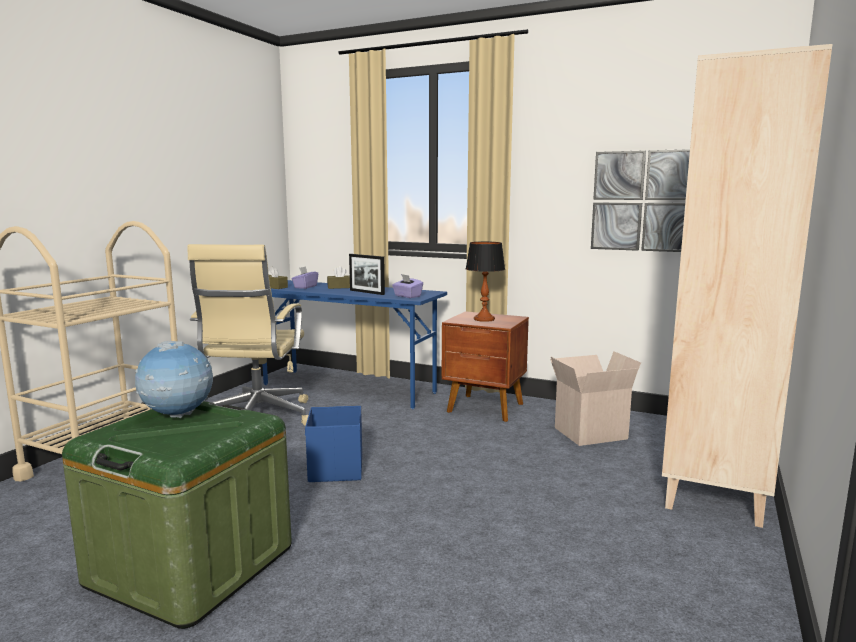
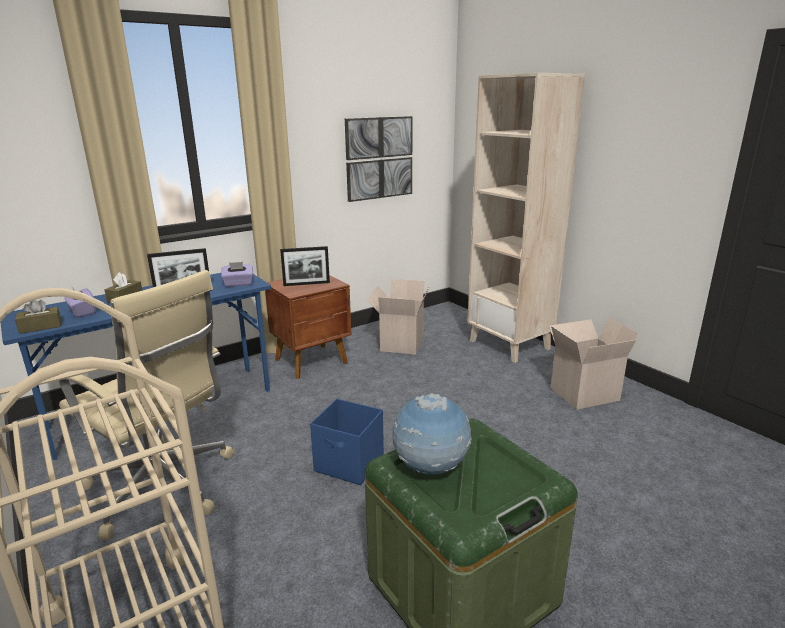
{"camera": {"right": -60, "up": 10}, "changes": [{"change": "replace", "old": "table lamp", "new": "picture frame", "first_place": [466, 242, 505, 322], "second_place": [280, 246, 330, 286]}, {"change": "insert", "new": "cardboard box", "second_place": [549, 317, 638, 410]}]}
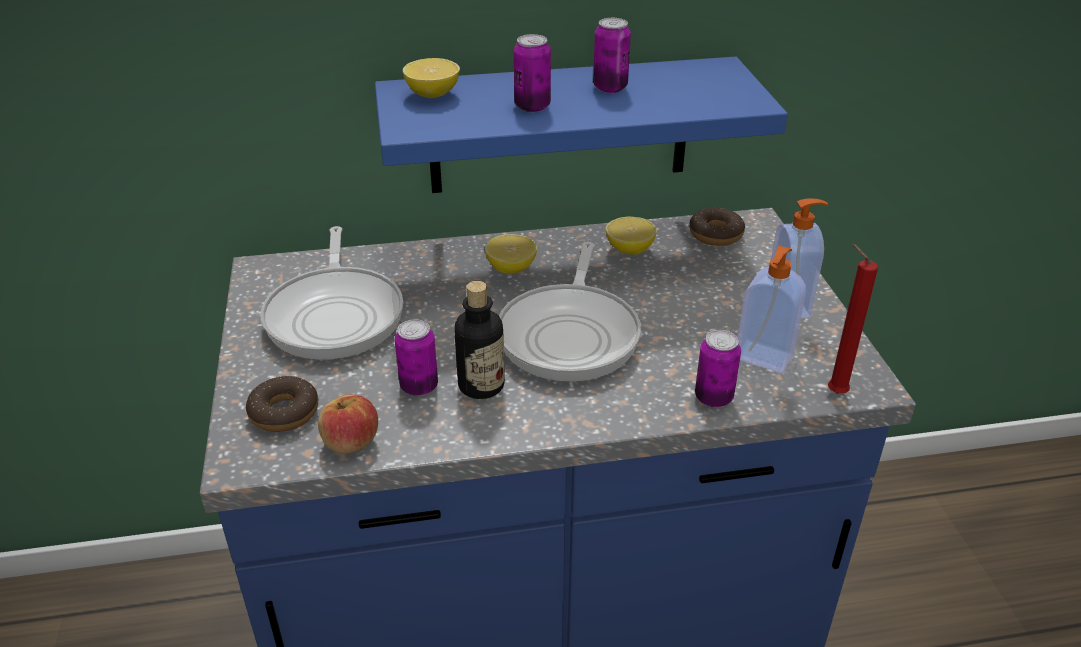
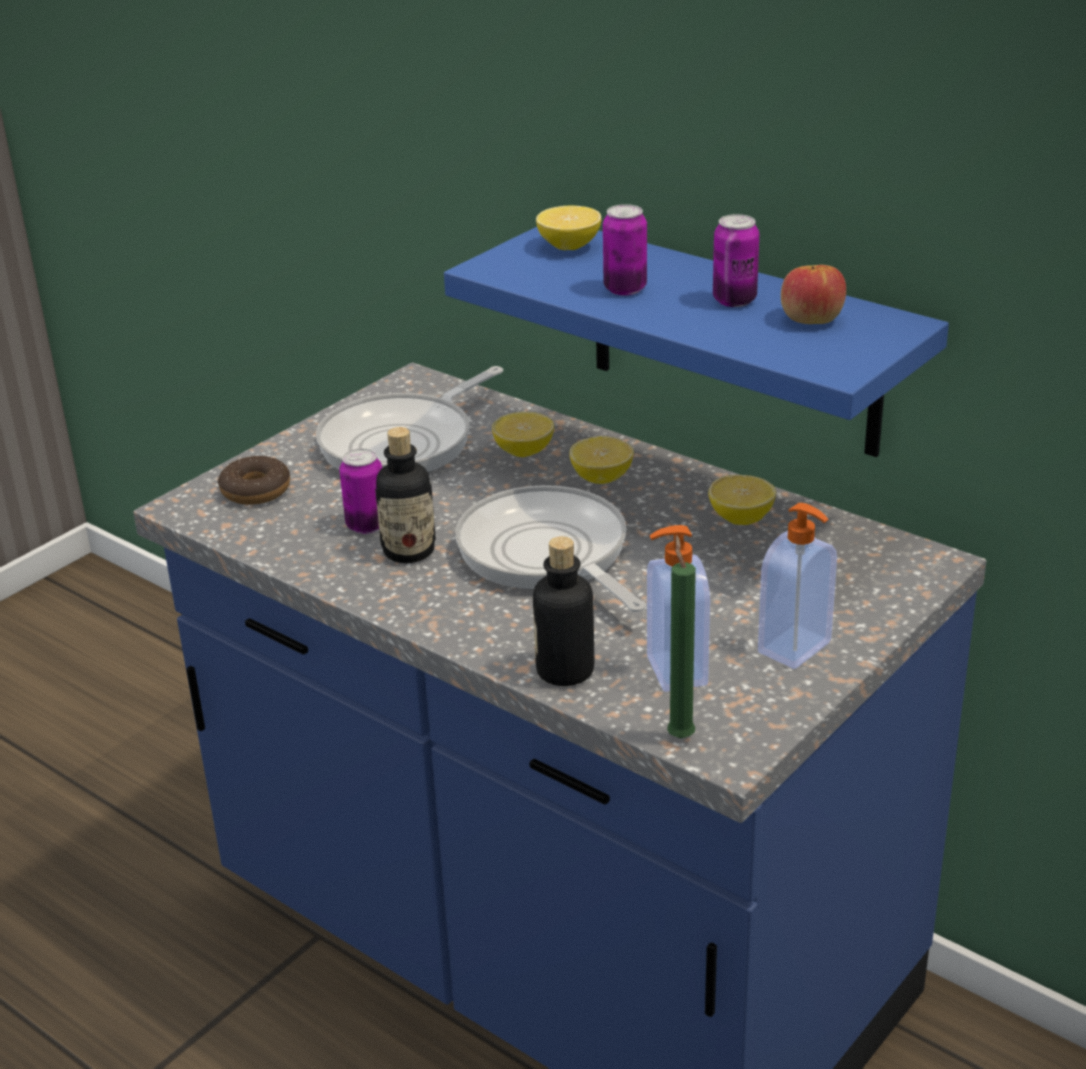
{"camera": {"right": 50, "up": -5}, "changes": [{"change": "delete", "old": "doughnut", "first_place": [689, 207, 745, 246]}, {"change": "rotate", "old": "pan", "first_place": [499, 242, 641, 381], "second_place": [455, 485, 646, 612], "degrees": 90}, {"change": "recolor", "old": "wax candle/red-coloured", "new": "wax candle/green", "first_place": [828, 244, 878, 394], "second_place": [667, 535, 696, 738]}, {"change": "replace", "old": "metal can", "new": "bottle", "first_place": [695, 330, 741, 407], "second_place": [533, 536, 594, 686]}, {"change": "move", "old": "apple", "first_place": [318, 394, 378, 454], "second_place": [781, 265, 846, 324]}, {"change": "insert", "new": "citrus fruit", "second_place": [492, 412, 554, 457]}]}
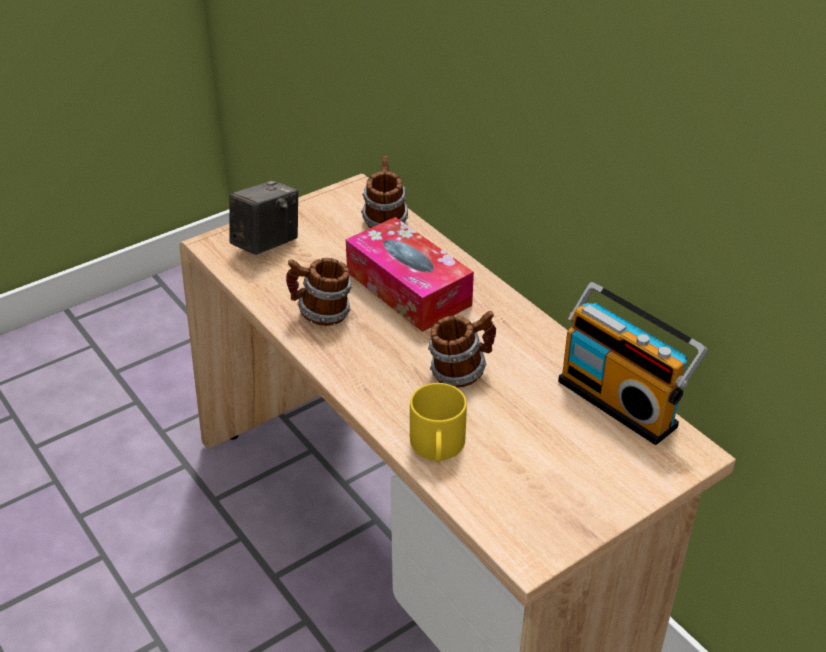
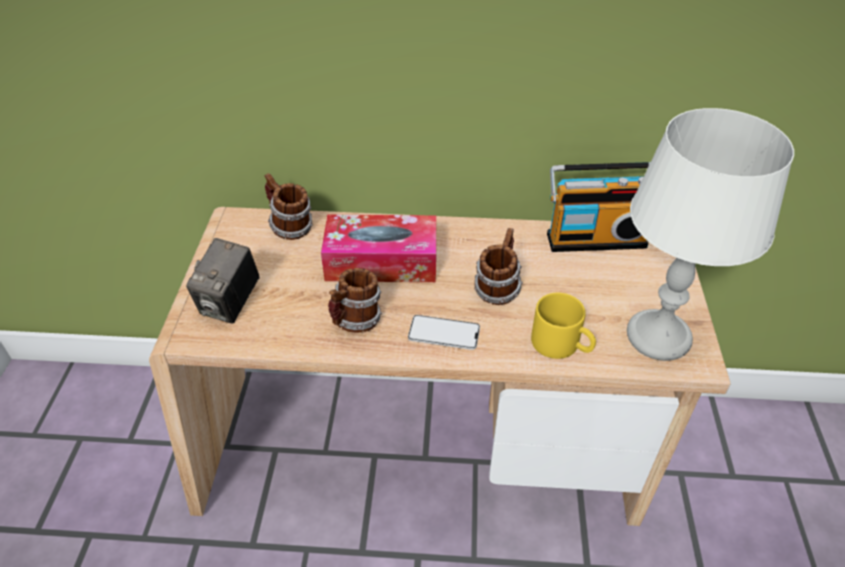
{"camera": {"right": -50, "up": 5}, "changes": [{"change": "rotate", "old": "still camera", "first_place": [229, 181, 298, 255], "second_place": [186, 238, 260, 324], "degrees": -150}, {"change": "insert", "new": "table lamp/white", "second_place": [627, 108, 794, 361]}, {"change": "insert", "new": "phone", "second_place": [408, 315, 480, 350]}]}
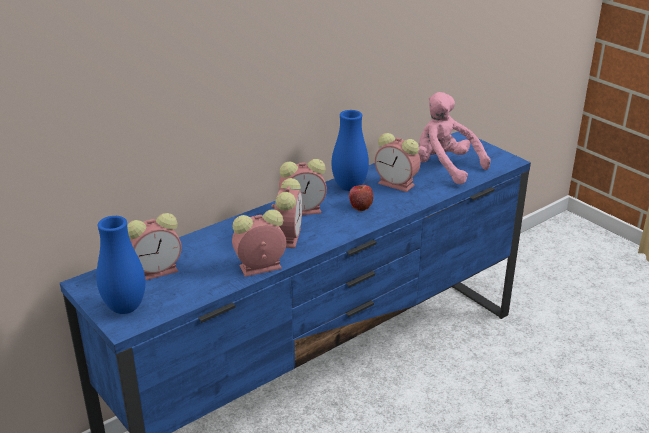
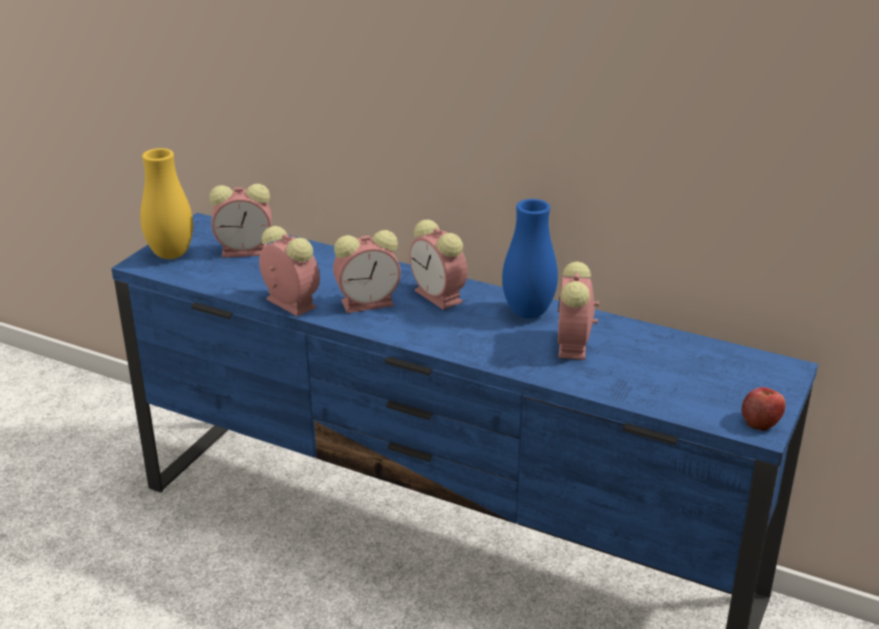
{"camera": {"right": 65, "up": 0}, "changes": [{"change": "delete", "old": "soft toy/pinkish", "first_place": [418, 92, 491, 185]}, {"change": "move", "old": "apple", "first_place": [349, 185, 373, 211], "second_place": [741, 387, 786, 431]}, {"change": "rotate", "old": "bedside clock", "first_place": [127, 213, 182, 280], "second_place": [209, 184, 272, 258], "degrees": -45}, {"change": "recolor", "old": "flower vase/bluish", "new": "flower vase/yellowish", "first_place": [96, 216, 145, 314], "second_place": [140, 148, 193, 259]}]}
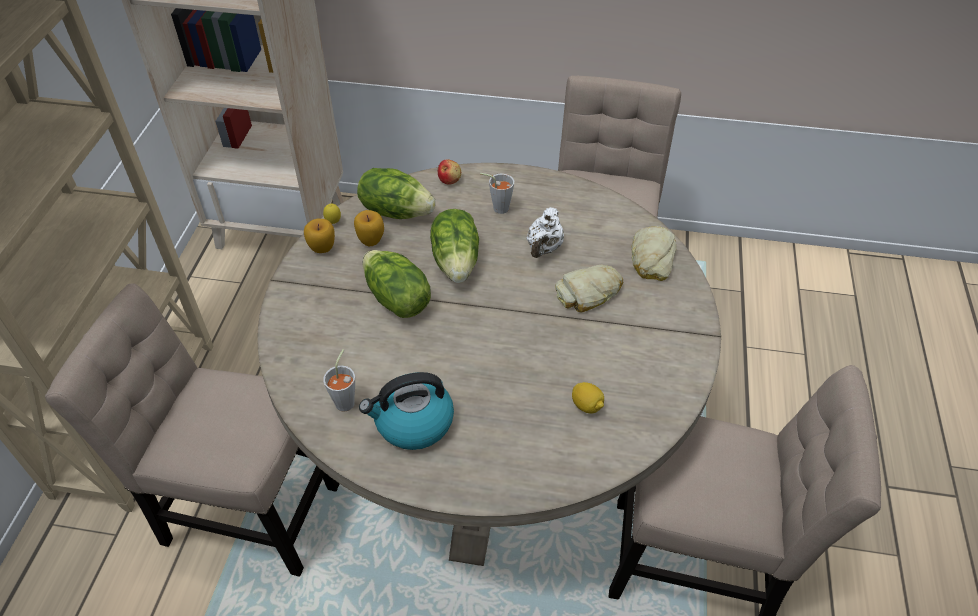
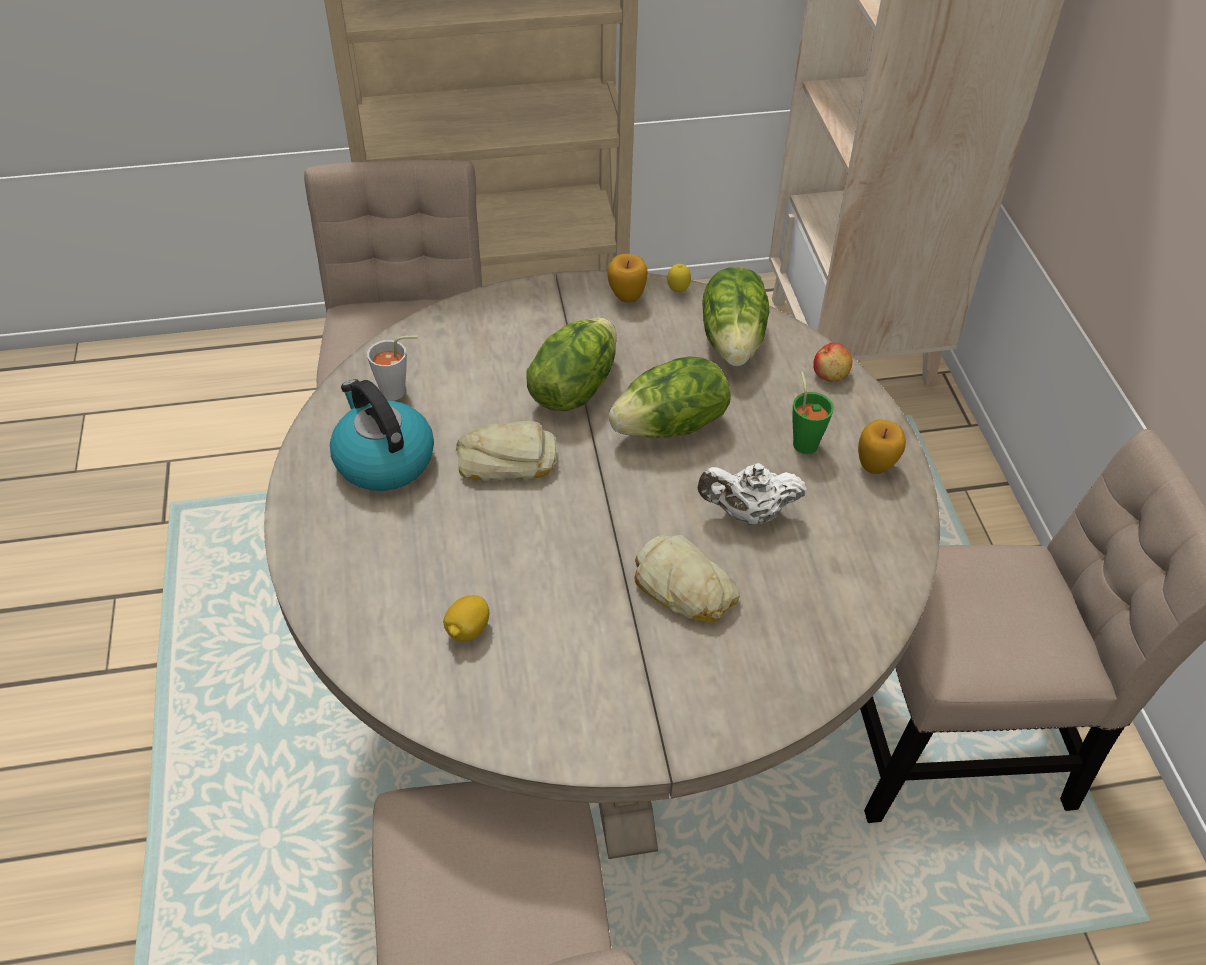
{"camera": {"right": 70, "up": 0}, "changes": [{"change": "recolor", "old": "small cup/greyish", "new": "small cup/green", "first_place": [480, 173, 514, 214], "second_place": [792, 371, 834, 454]}, {"change": "move", "old": "apple", "first_place": [354, 210, 384, 246], "second_place": [858, 420, 906, 474]}, {"change": "move", "old": "baked bread", "first_place": [631, 226, 677, 281], "second_place": [456, 421, 556, 481]}]}
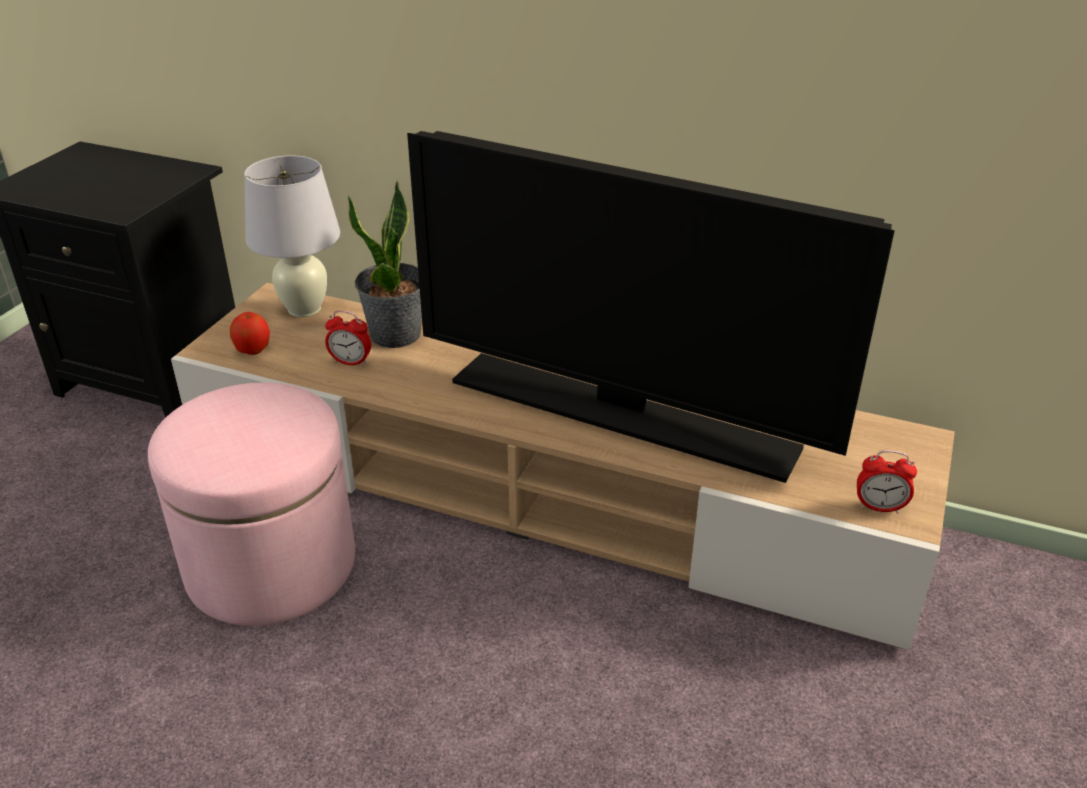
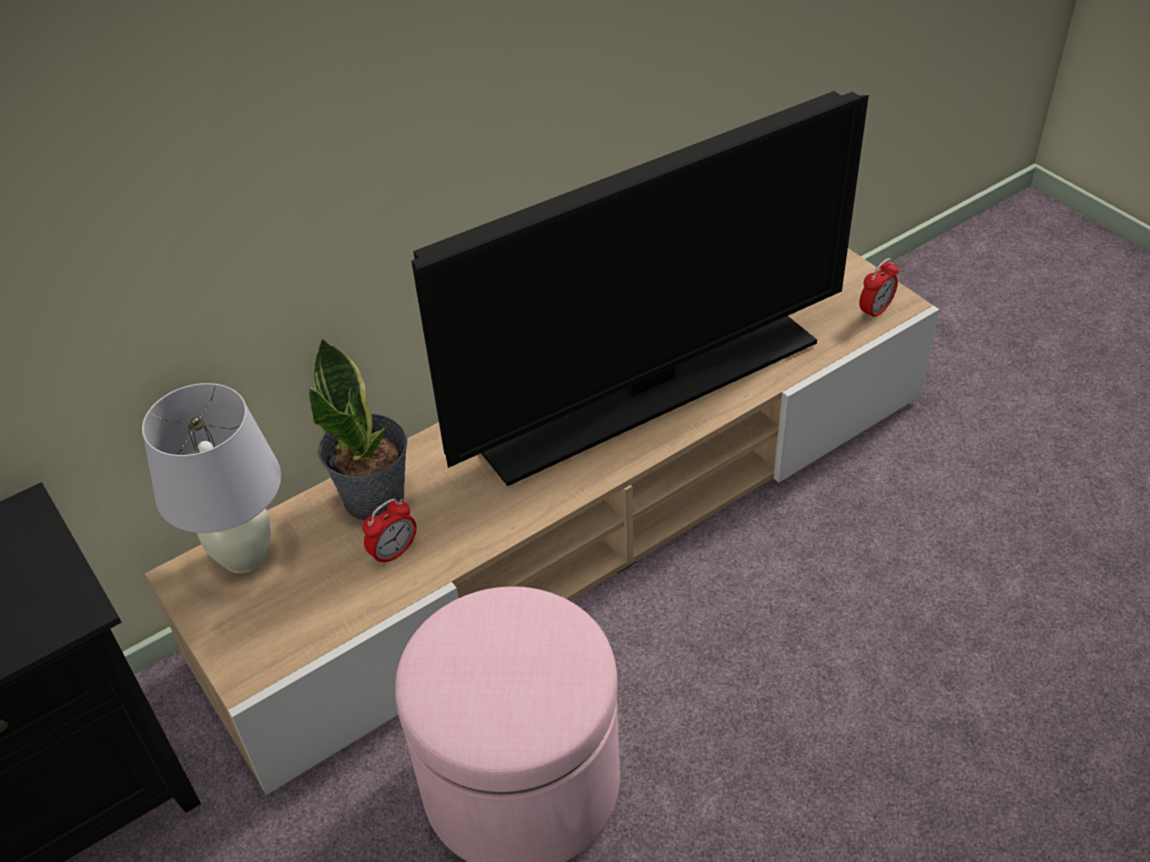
{"camera": {"right": -55, "up": 10}, "changes": [{"change": "delete", "old": "apple", "first_place": [230, 312, 270, 355]}]}
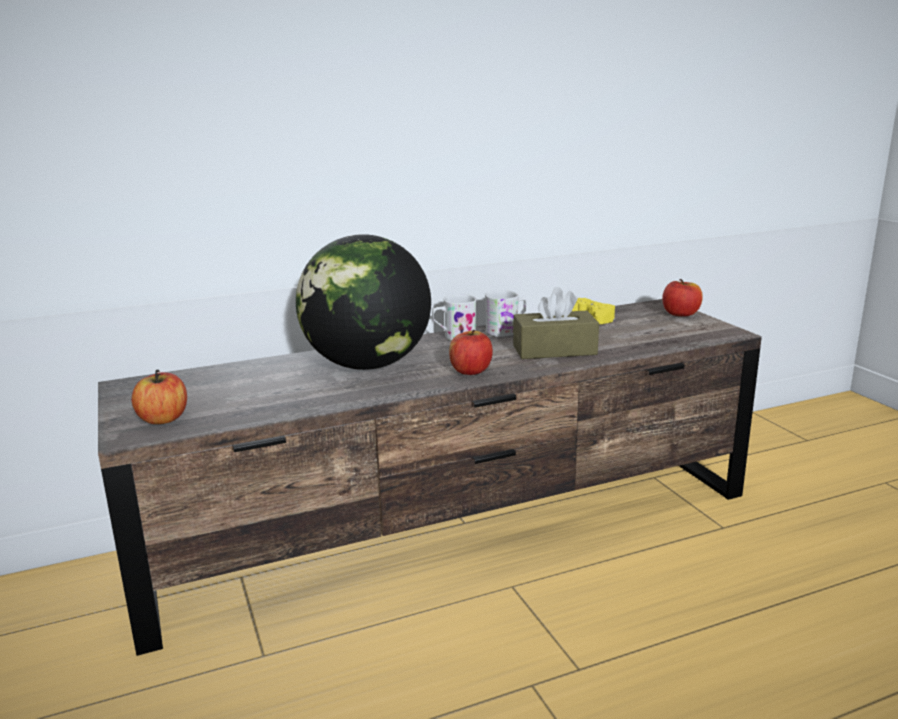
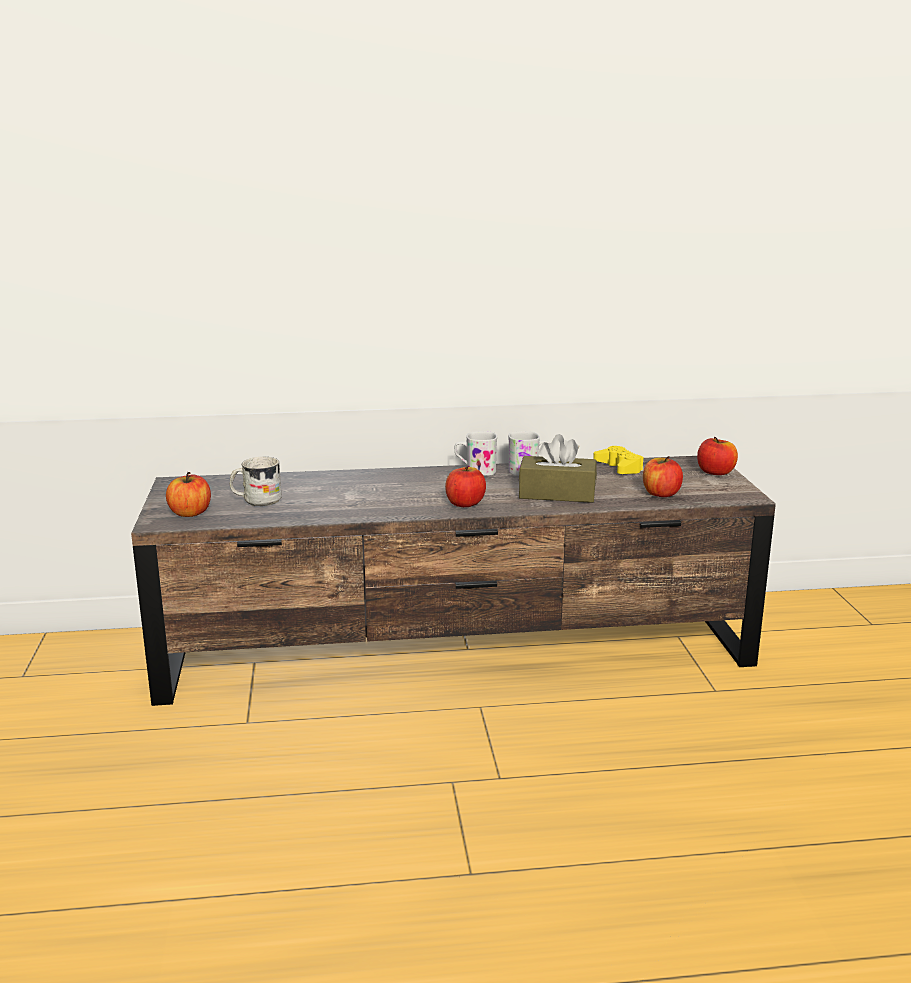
{"camera": {"right": 15, "up": 0}, "changes": [{"change": "delete", "old": "globe", "first_place": [296, 234, 431, 370]}, {"change": "insert", "new": "apple", "second_place": [643, 456, 683, 497]}, {"change": "insert", "new": "coffee mug/white", "second_place": [230, 457, 282, 506]}]}
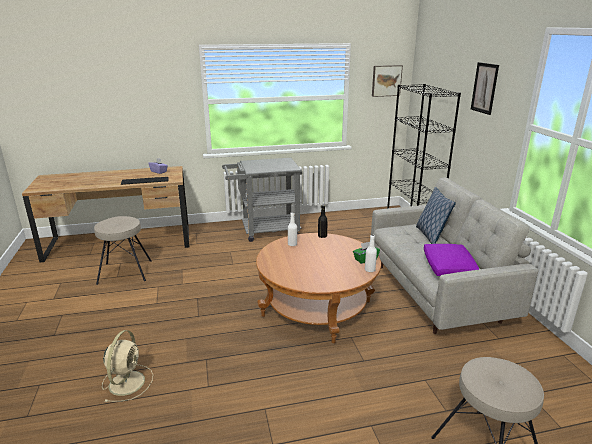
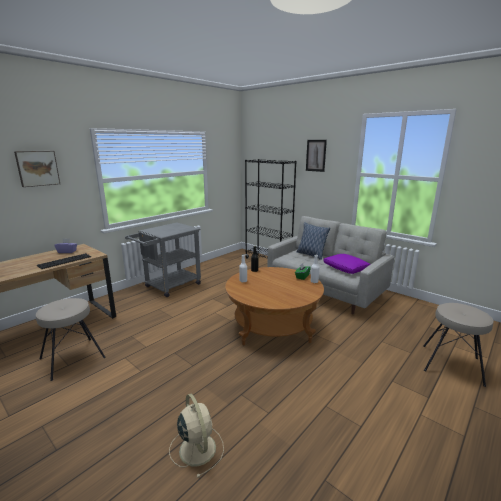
{"camera": {"right": -35, "up": -5}, "changes": [{"change": "move", "old": "picture", "first_place": [372, 65, 403, 97], "second_place": [14, 151, 60, 187]}]}
